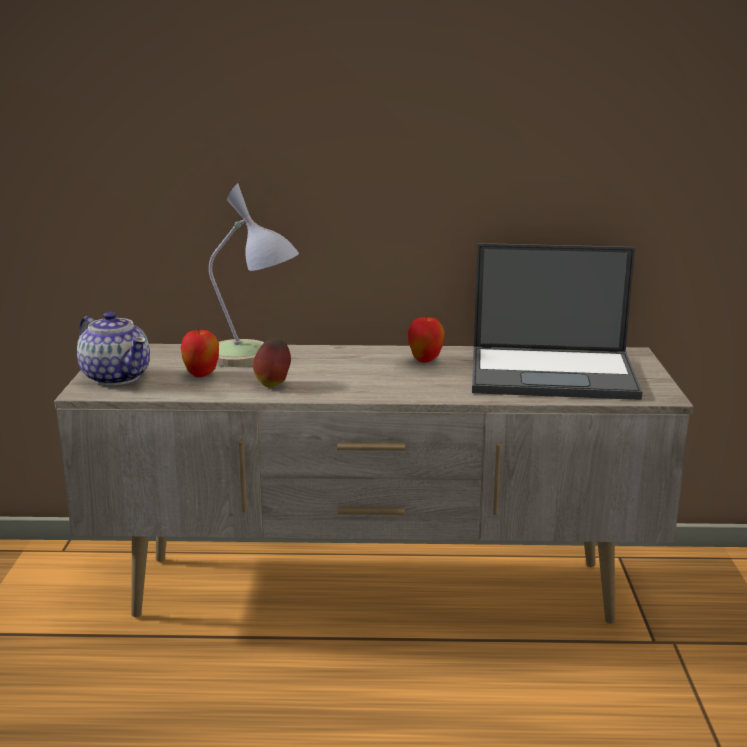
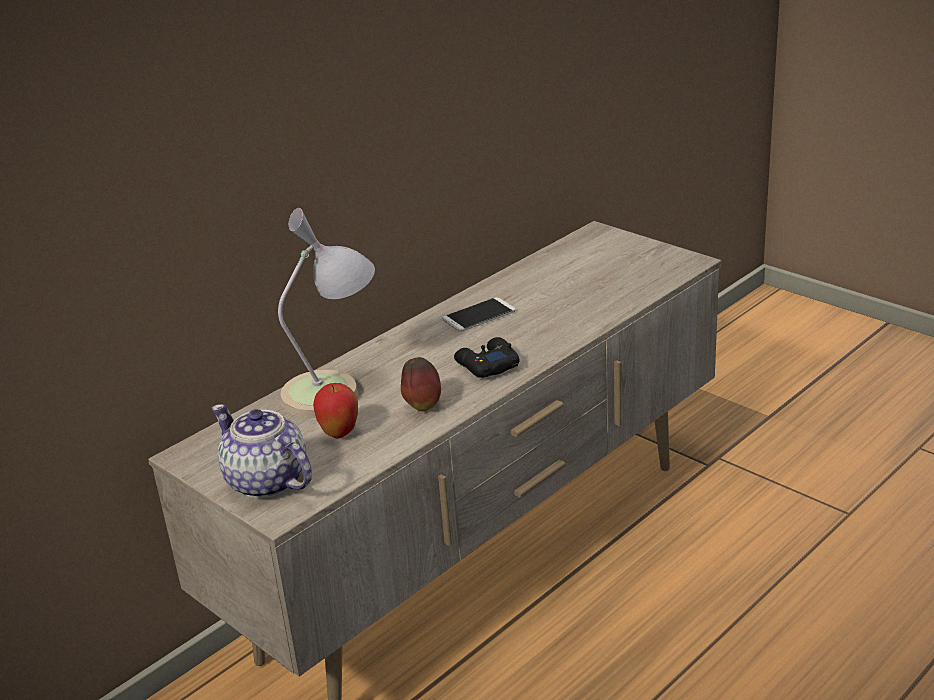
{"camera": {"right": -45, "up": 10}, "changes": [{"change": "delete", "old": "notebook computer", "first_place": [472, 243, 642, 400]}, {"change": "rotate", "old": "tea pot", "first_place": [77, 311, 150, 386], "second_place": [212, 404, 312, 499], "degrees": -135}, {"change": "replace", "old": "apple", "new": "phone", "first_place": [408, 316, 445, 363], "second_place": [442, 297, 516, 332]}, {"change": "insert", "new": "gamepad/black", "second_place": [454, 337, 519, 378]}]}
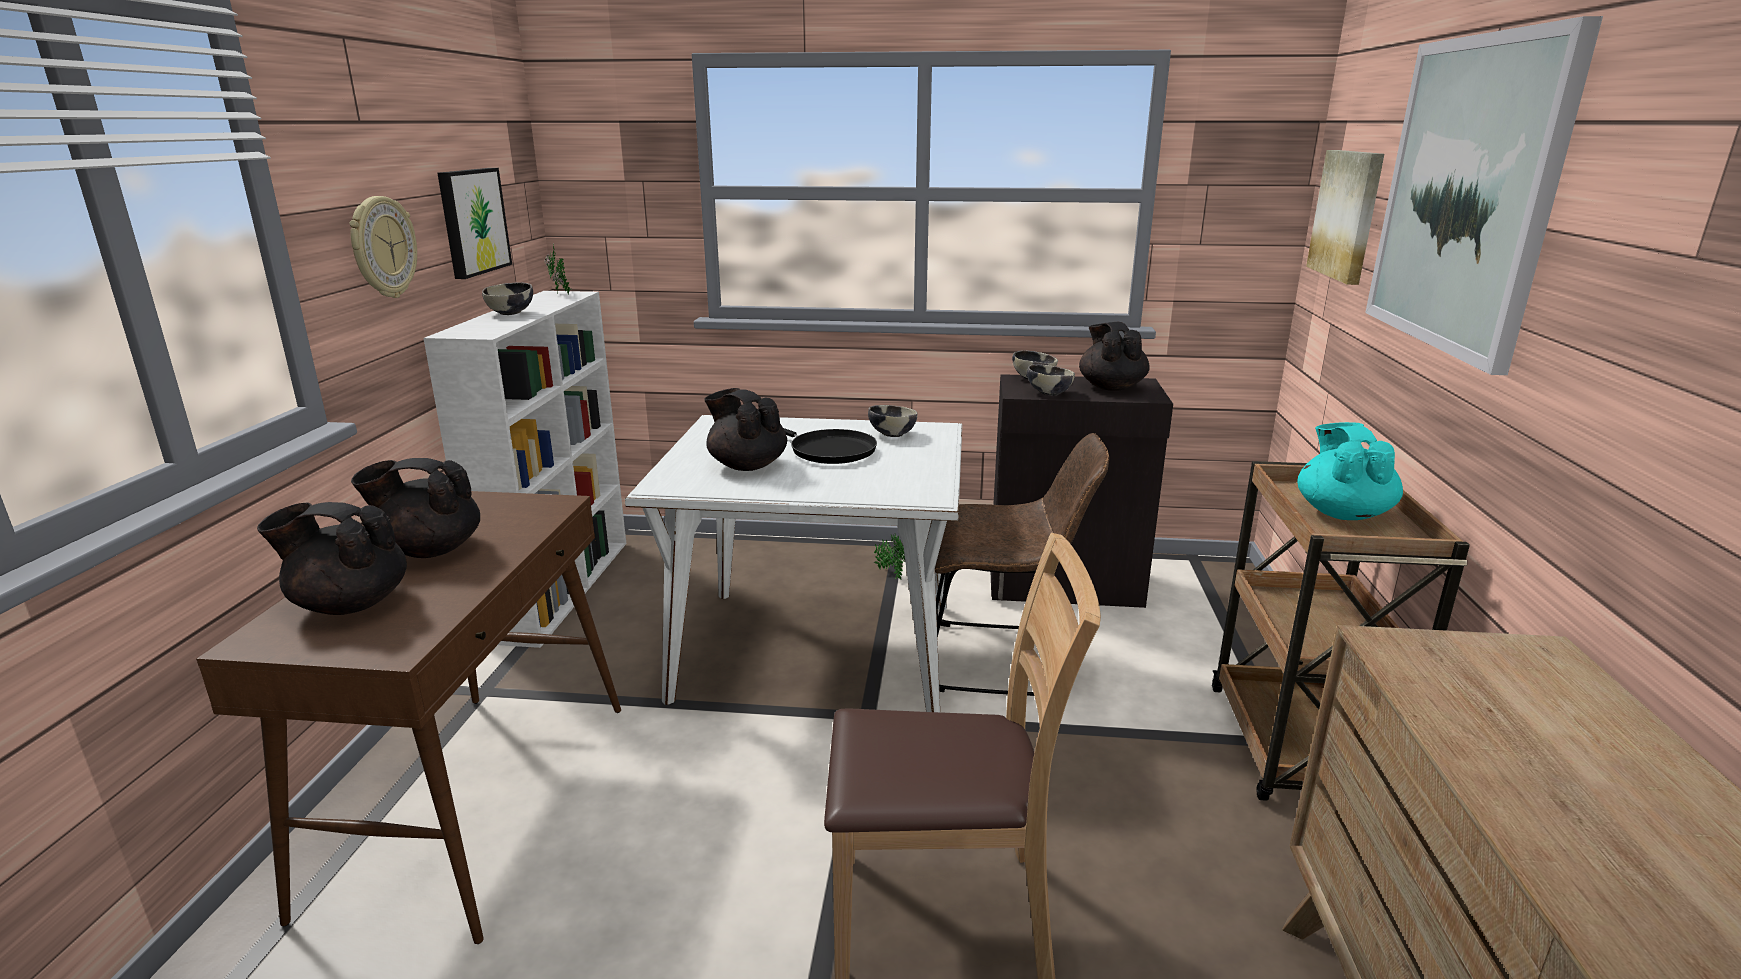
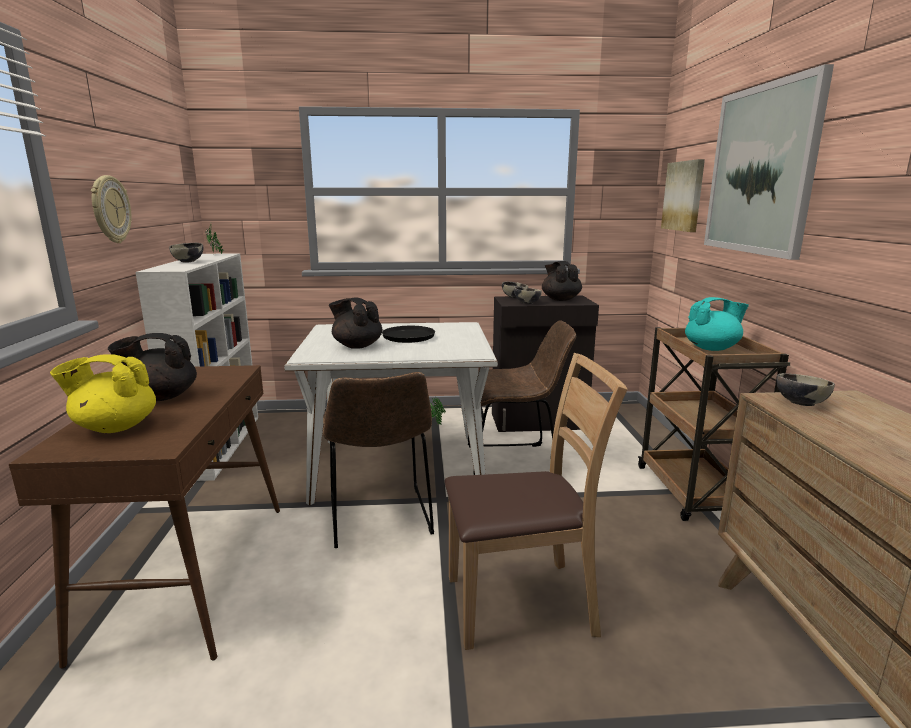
{"camera": {"right": -10, "up": -5}, "changes": [{"change": "delete", "old": "picture", "first_place": [437, 168, 512, 279]}, {"change": "move", "old": "serving bowl", "first_place": [868, 405, 917, 437], "second_place": [776, 373, 835, 406]}, {"change": "rotate", "old": "tea pot/turquoise-coloured", "first_place": [1297, 422, 1403, 520], "second_place": [685, 297, 749, 351], "degrees": 90}, {"change": "recolor", "old": "tea pot/black", "new": "tea pot/yellowish", "first_place": [257, 502, 407, 615], "second_place": [50, 354, 156, 433]}, {"change": "insert", "new": "upright chair/brown-coloured", "second_place": [323, 372, 434, 548]}]}
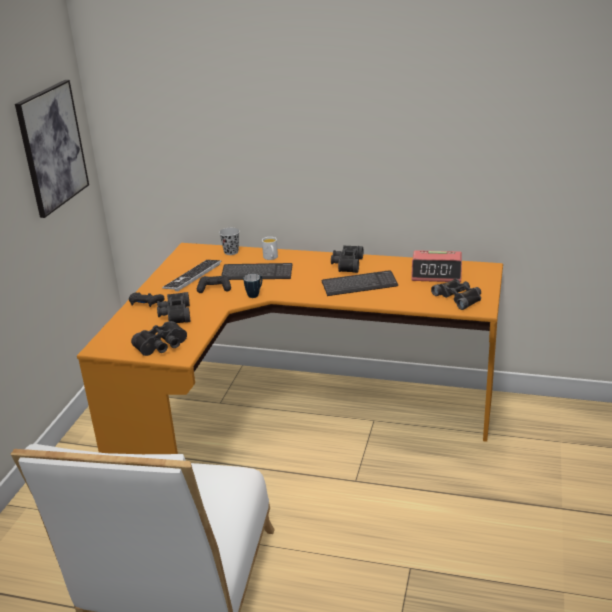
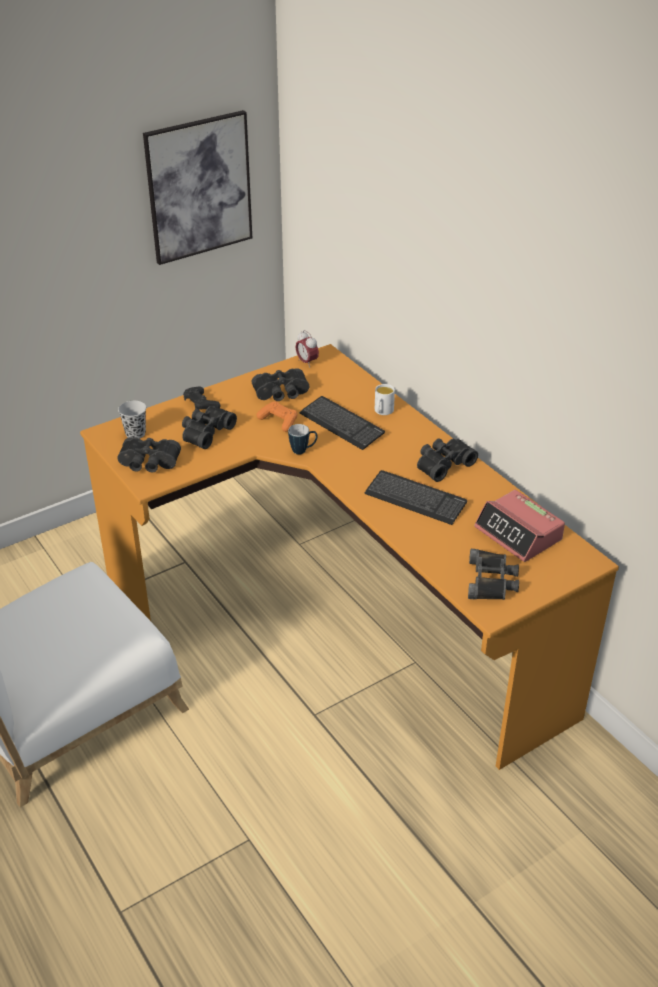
{"camera": {"right": 40, "up": 10}, "changes": [{"change": "move", "old": "small cup/black", "first_place": [219, 228, 239, 255], "second_place": [118, 401, 146, 439]}, {"change": "replace", "old": "keyboard", "new": "binoculars/black", "first_place": [162, 260, 222, 291], "second_place": [252, 368, 309, 401]}, {"change": "recolor", "old": "gamepad/black", "new": "gamepad/orange", "first_place": [197, 275, 231, 293], "second_place": [257, 401, 298, 432]}, {"change": "insert", "new": "bedside clock", "second_place": [296, 330, 319, 368]}]}
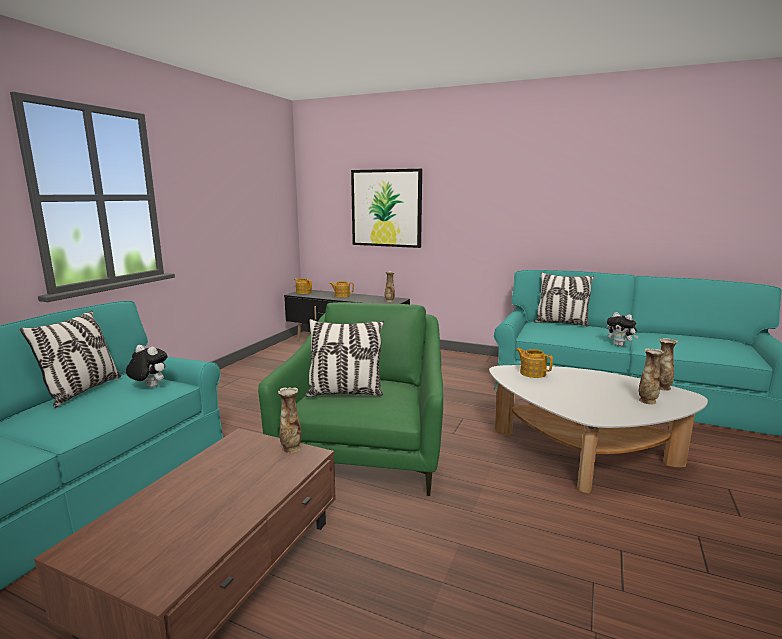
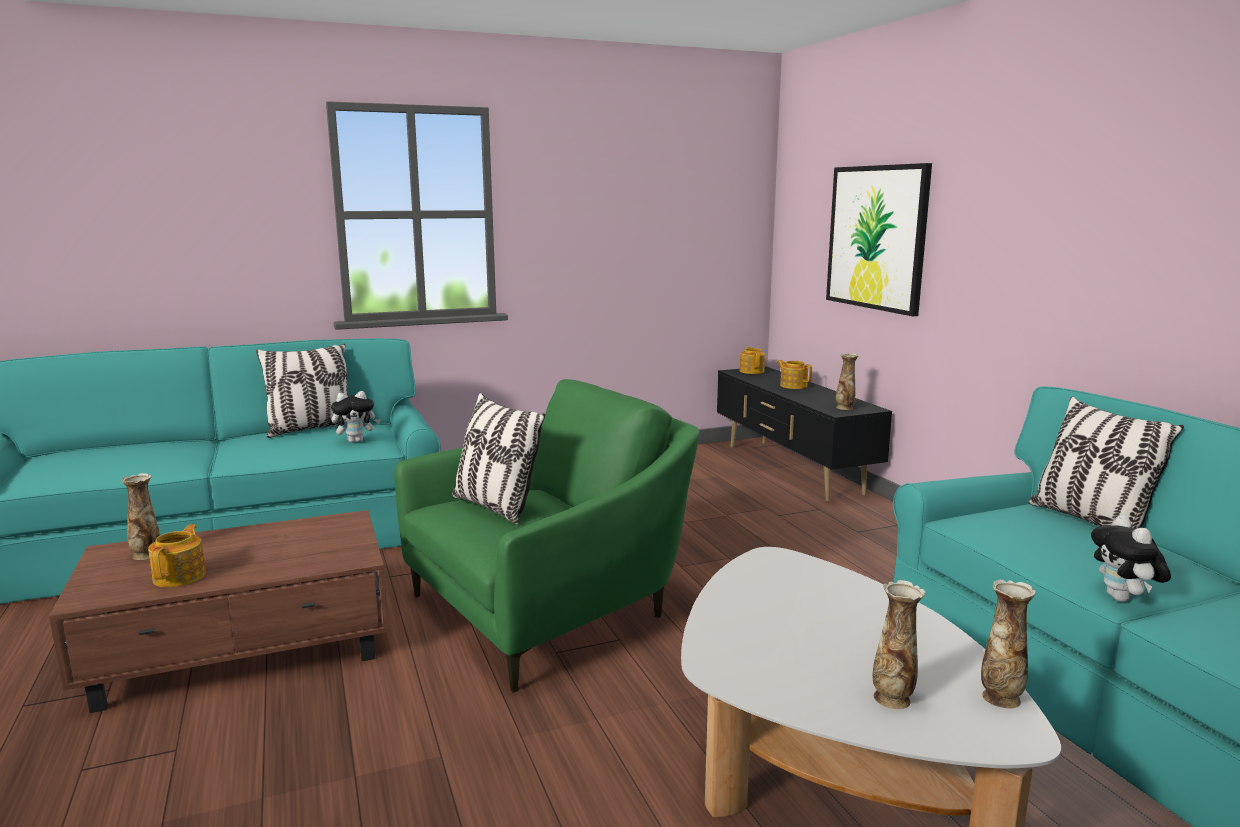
{"camera": {"right": 45, "up": 0}, "changes": [{"change": "rotate", "old": "soft toy", "first_place": [126, 345, 167, 387], "second_place": [331, 391, 381, 443], "degrees": 90}, {"change": "move", "old": "tea pot", "first_place": [516, 348, 553, 378], "second_place": [148, 524, 206, 587]}, {"change": "move", "old": "flower vase", "first_place": [278, 387, 302, 453], "second_place": [122, 473, 160, 560]}]}
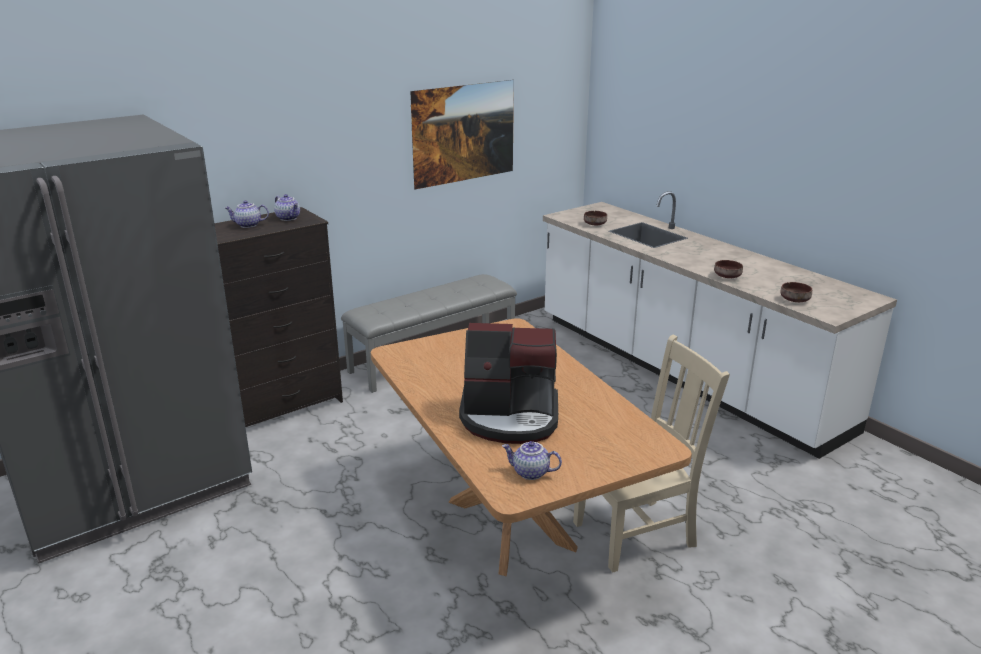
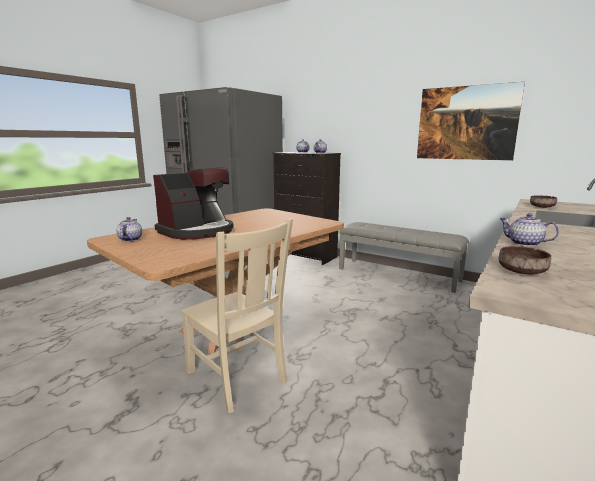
{"camera": {"right": 70, "up": -10}, "changes": [{"change": "replace", "old": "serving bowl/brown-coloured", "new": "tea pot", "first_place": [714, 260, 743, 278], "second_place": [499, 213, 559, 246]}, {"change": "rotate", "old": "coffee maker", "first_place": [459, 323, 558, 444], "second_place": [153, 167, 234, 240], "degrees": -120}]}
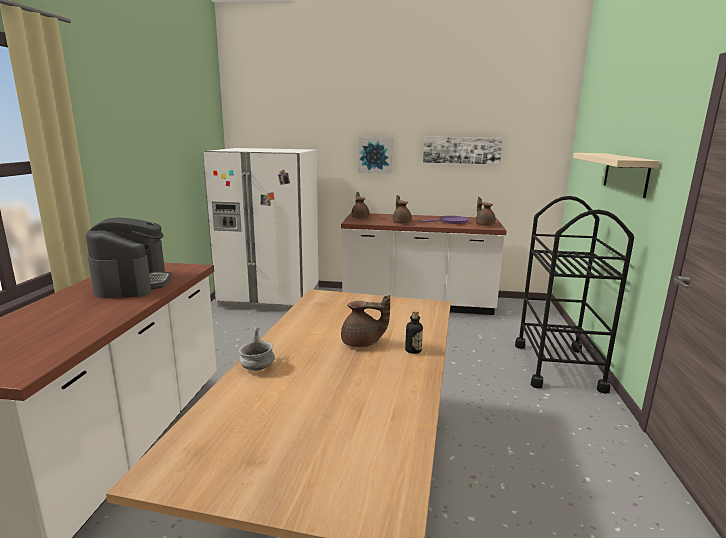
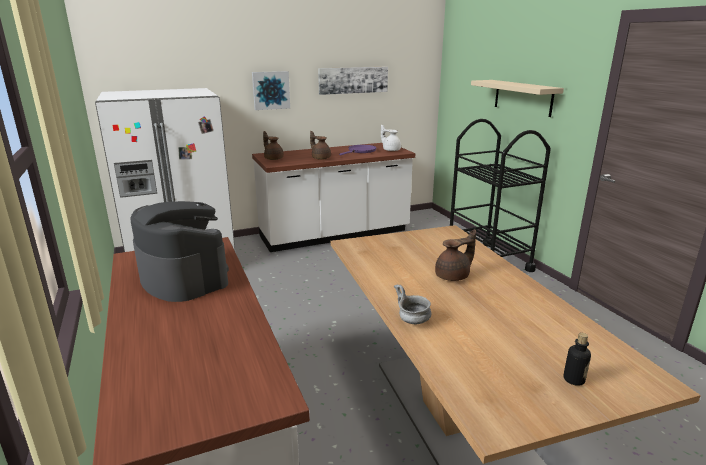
{"camera": {"right": -30, "up": 5}, "changes": [{"change": "recolor", "old": "tea pot/brown-coloured", "new": "tea pot/white", "first_place": [476, 197, 496, 226], "second_place": [381, 125, 401, 151]}, {"change": "move", "old": "bottle", "first_place": [405, 310, 423, 354], "second_place": [563, 333, 591, 386]}]}
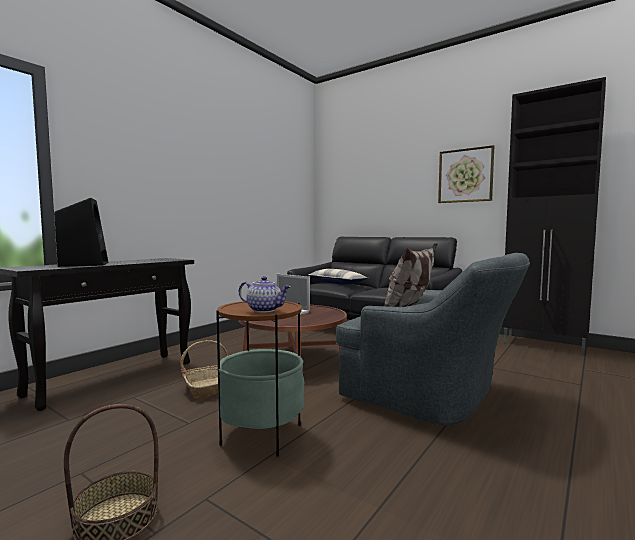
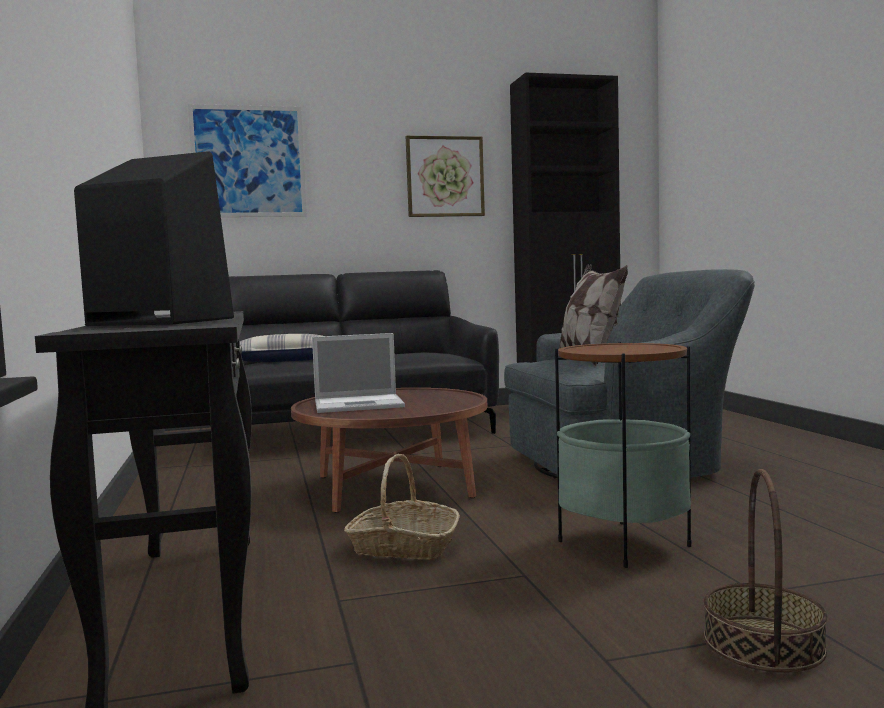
{"camera": {"right": -50, "up": 0}, "changes": [{"change": "delete", "old": "tea pot", "first_place": [239, 276, 291, 313]}, {"change": "insert", "new": "picture", "second_place": [188, 104, 307, 217]}]}
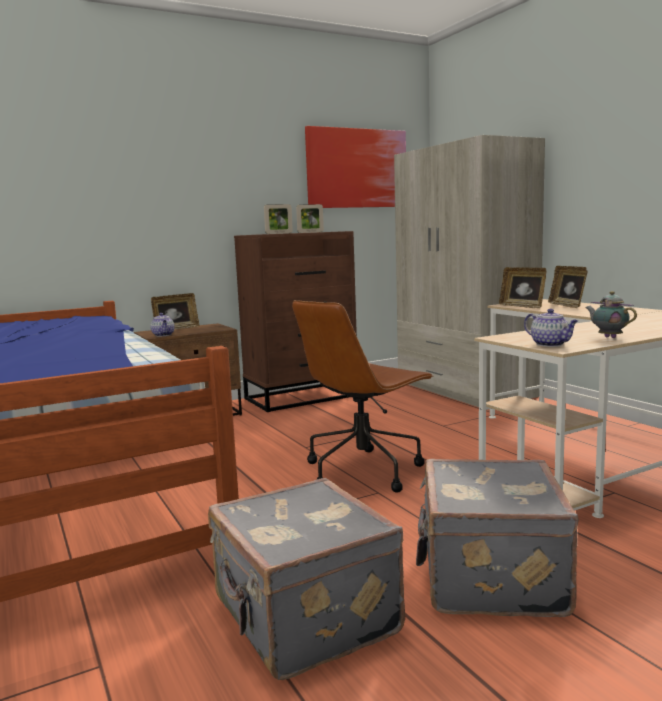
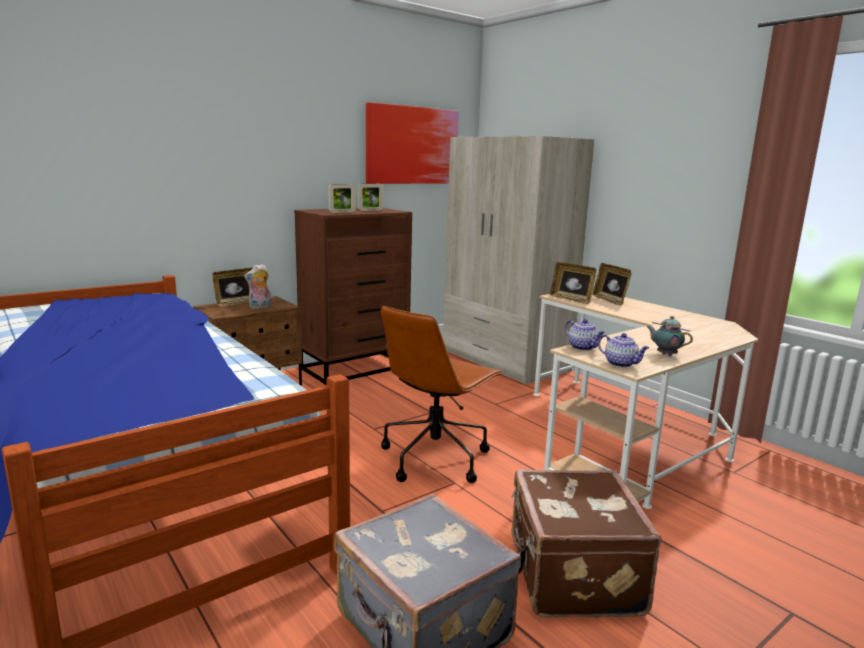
{"camera": {"right": -10, "up": 5}, "changes": [{"change": "move", "old": "tea pot", "first_place": [150, 313, 175, 336], "second_place": [565, 319, 605, 351]}, {"change": "recolor", "old": "piece of luggage/greyish", "new": "piece of luggage/brown-coloured", "first_place": [416, 459, 579, 617], "second_place": [512, 469, 662, 618]}, {"change": "insert", "new": "soft toy", "second_place": [244, 264, 271, 309]}]}
